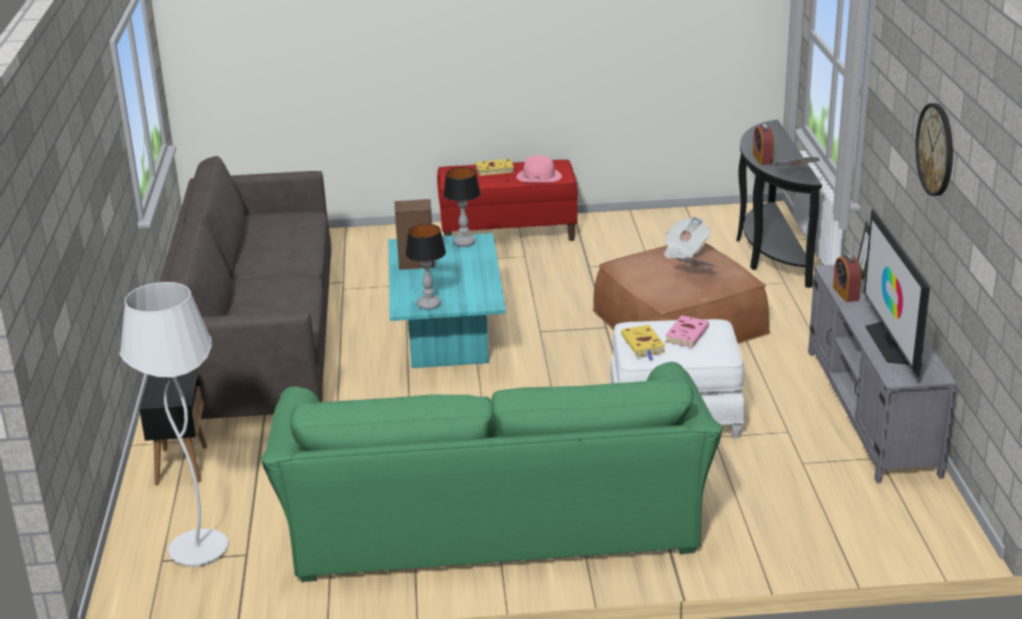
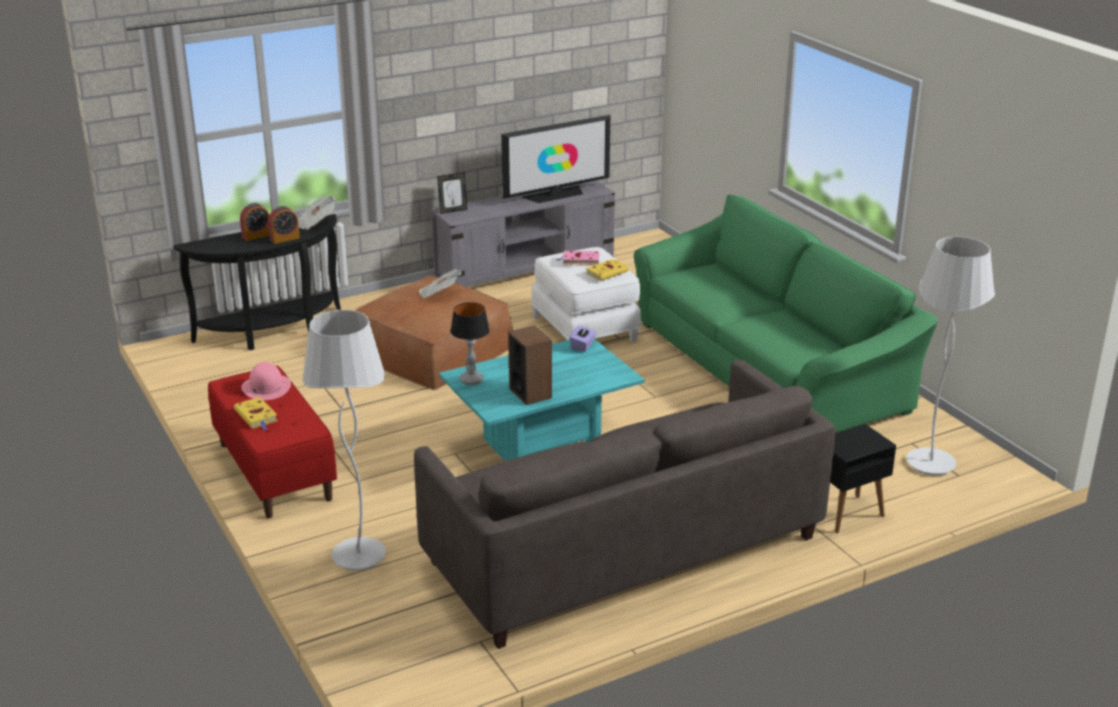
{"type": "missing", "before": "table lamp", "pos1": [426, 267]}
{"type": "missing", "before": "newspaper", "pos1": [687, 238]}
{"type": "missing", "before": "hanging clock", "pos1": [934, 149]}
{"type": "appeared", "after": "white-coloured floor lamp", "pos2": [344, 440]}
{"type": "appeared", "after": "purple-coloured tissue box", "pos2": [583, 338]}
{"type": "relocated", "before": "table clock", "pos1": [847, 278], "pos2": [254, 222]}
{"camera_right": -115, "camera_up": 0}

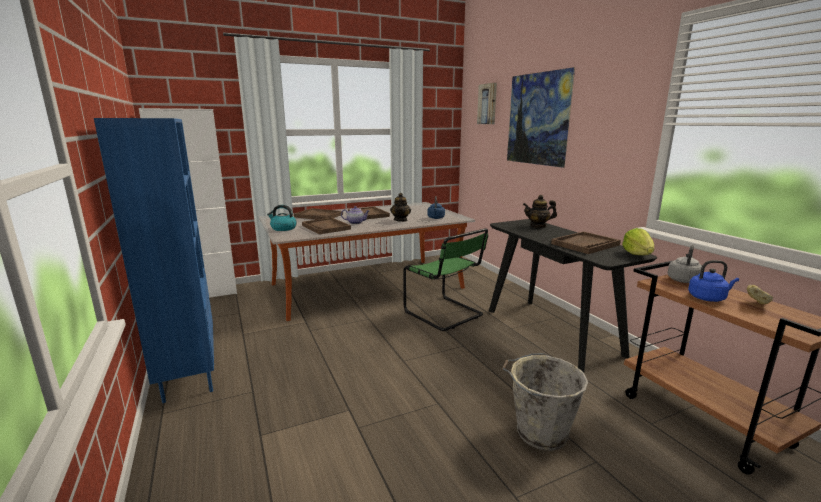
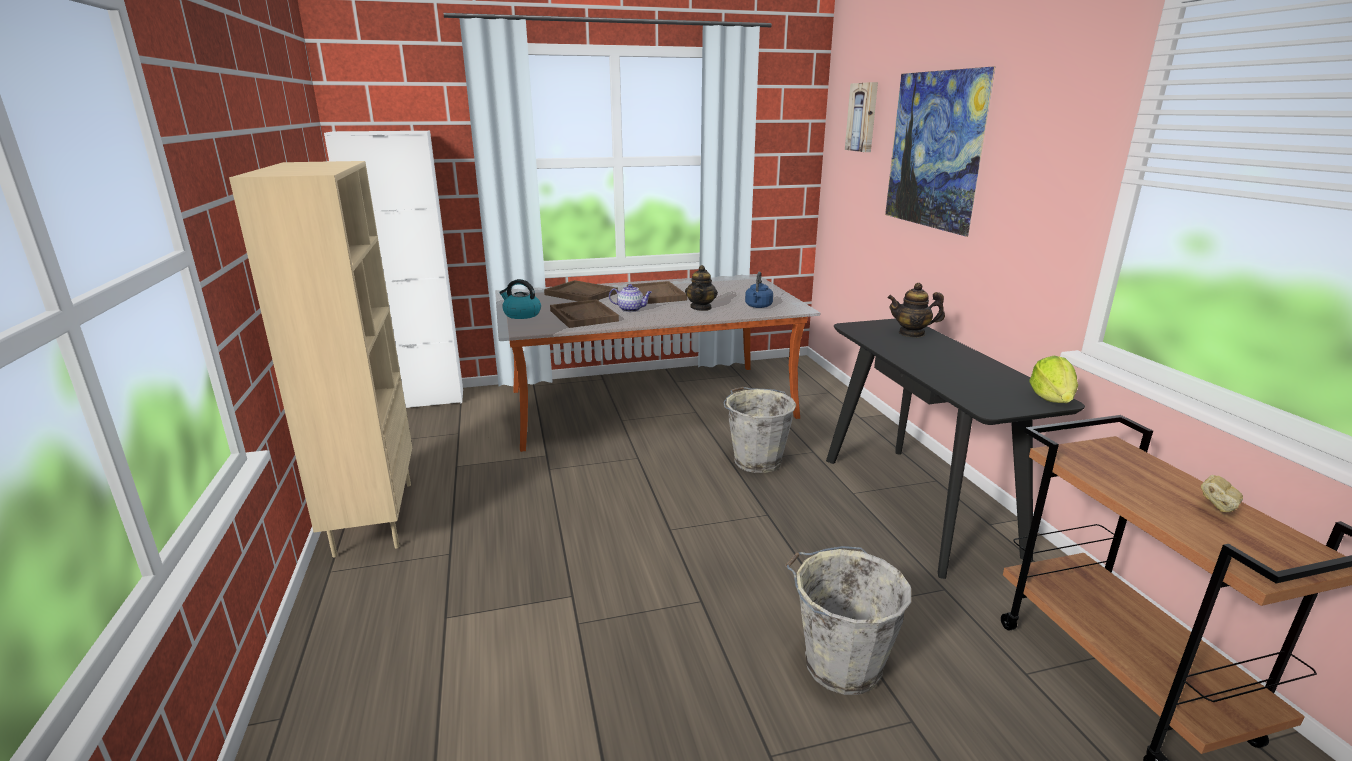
{"type": "missing", "before": "brown serving tray", "pos1": [586, 243]}
{"type": "missing", "before": "greyish tea kettle", "pos1": [685, 264]}
{"type": "missing", "before": "bluish tea kettle", "pos1": [713, 281]}
{"type": "exchanged", "before": "greenish chair", "after": "greyish water bucket", "pos1": [445, 279], "pos2": [759, 430]}
{"type": "colour", "before": "bluish shelving unit", "after": "beige-coloured shelving unit", "pos1": [154, 260], "pos2": [320, 359]}
{"camera_right": 10, "camera_up": 5}

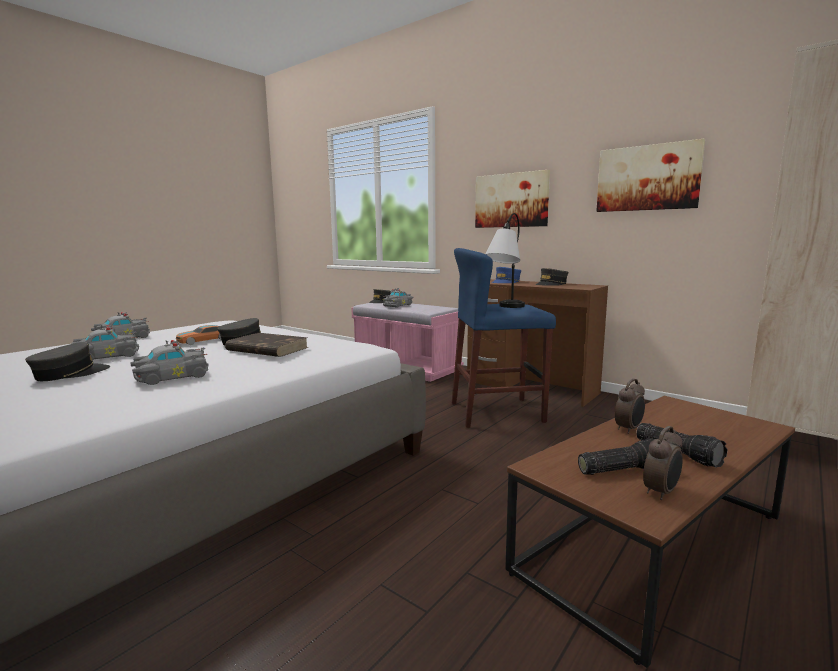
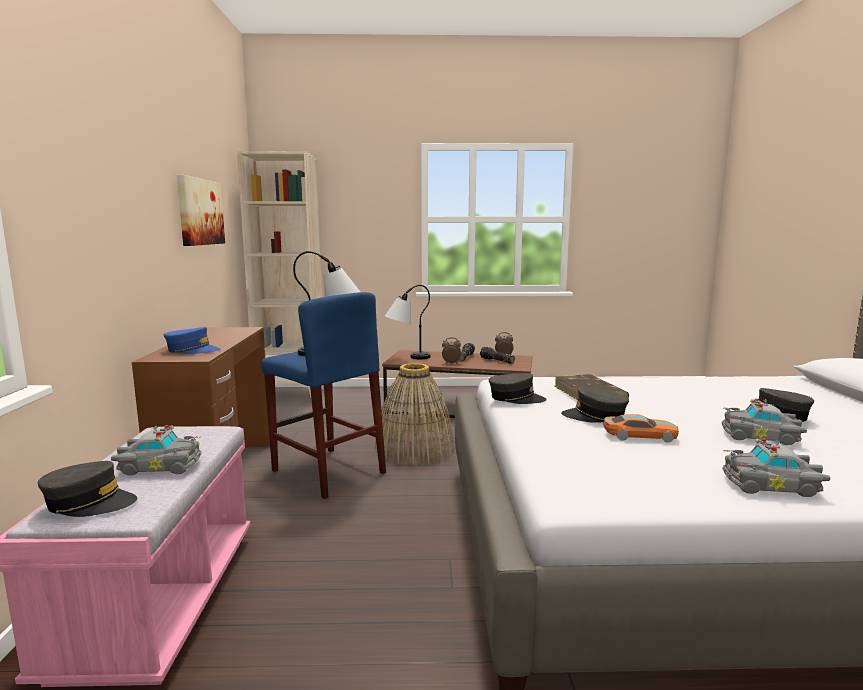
{"type": "missing", "before": "greyish toy car", "pos1": [169, 362]}
{"type": "missing", "before": "wall picture", "pos1": [512, 199]}
{"type": "appeared", "after": "storage basket", "pos2": [415, 414]}
{"type": "appeared", "after": "table lamp", "pos2": [407, 322]}
{"type": "relocated", "before": "greyish cap", "pos1": [551, 277], "pos2": [518, 388]}
{"camera_right": -130, "camera_up": 0}

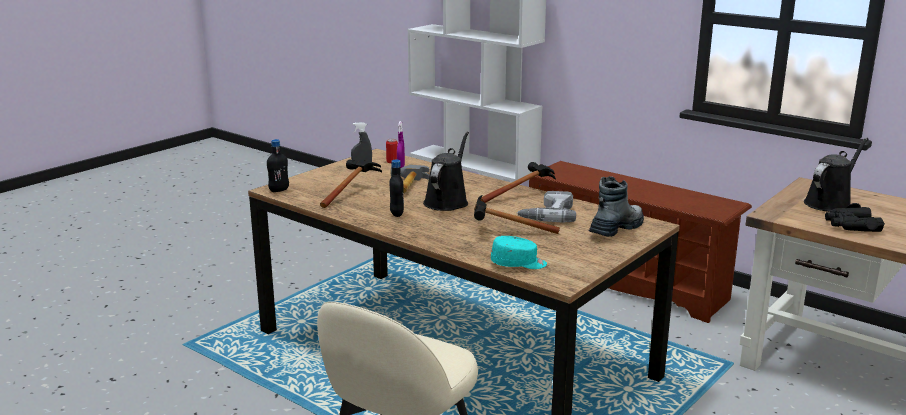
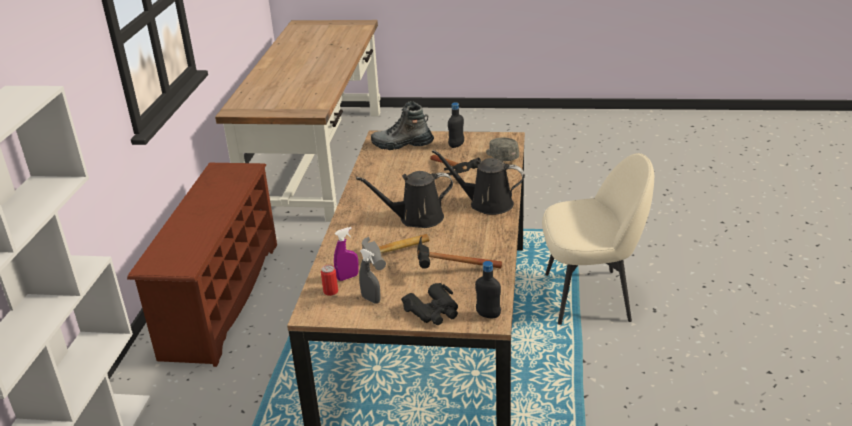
{"type": "missing", "before": "hand hammer", "pos1": [518, 182]}
{"type": "missing", "before": "power drill", "pos1": [546, 206]}
{"type": "relocated", "before": "black beverage bottle", "pos1": [397, 188], "pos2": [456, 125]}
{"type": "relocated", "before": "black watering pot", "pos1": [836, 175], "pos2": [478, 182]}
{"type": "relocated", "before": "black binoculars", "pos1": [855, 217], "pos2": [429, 304]}
{"type": "colour", "before": "turquoise cap", "after": "greyish cap", "pos1": [519, 252], "pos2": [502, 149]}
{"camera_right": -120, "camera_up": 10}

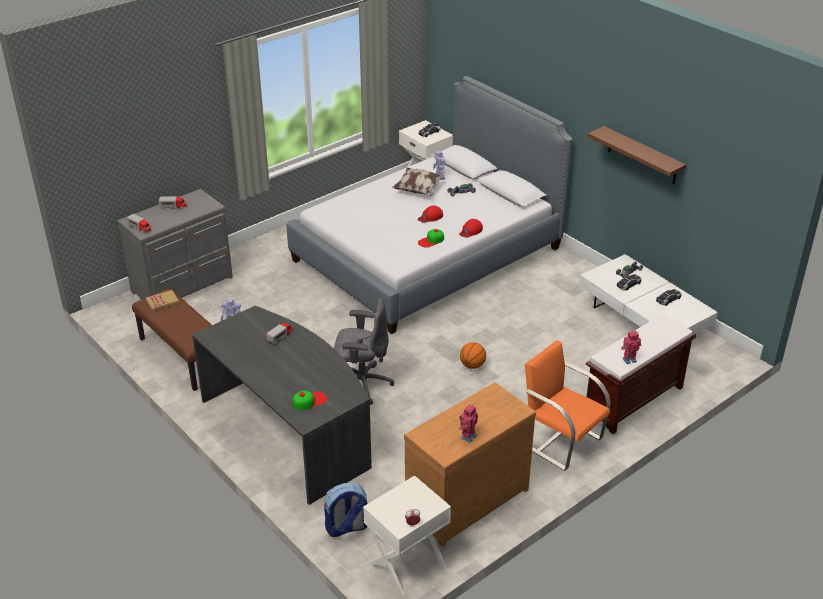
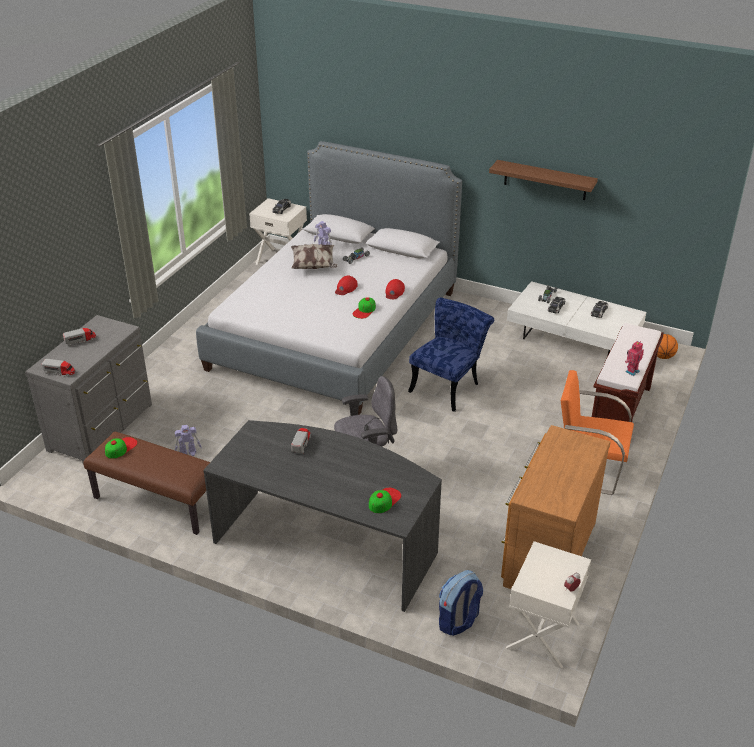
{"type": "missing", "before": "model robot", "pos1": [468, 423]}
{"type": "appeared", "after": "bluish chair", "pos2": [451, 355]}
{"type": "relocated", "before": "basketball ball", "pos1": [473, 355], "pos2": [667, 346]}
{"type": "exchanged", "before": "bound book", "after": "cap", "pos1": [162, 300], "pos2": [121, 448]}
{"camera_right": -25, "camera_up": 0}

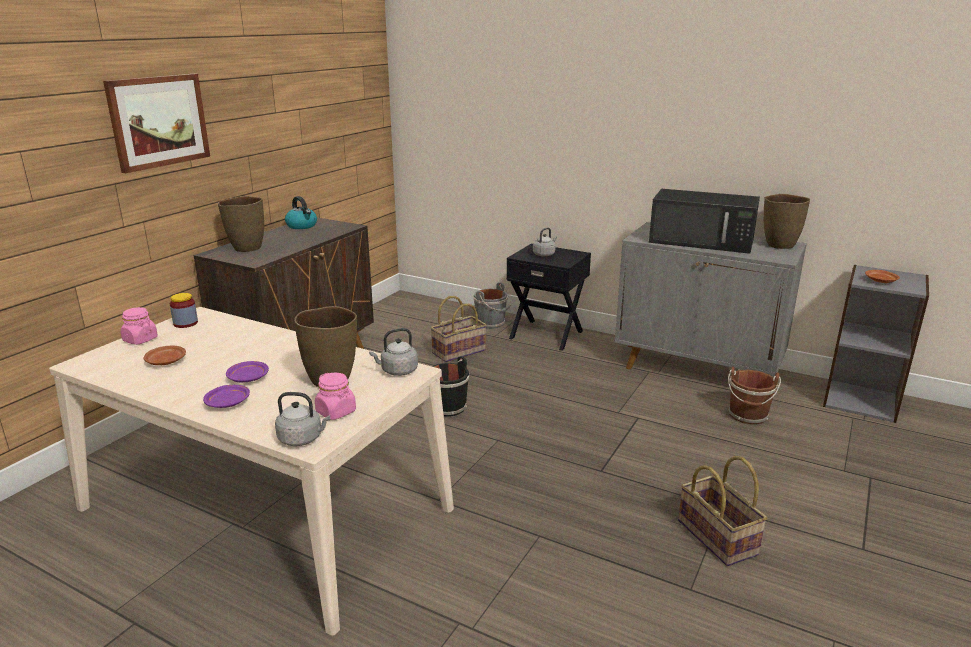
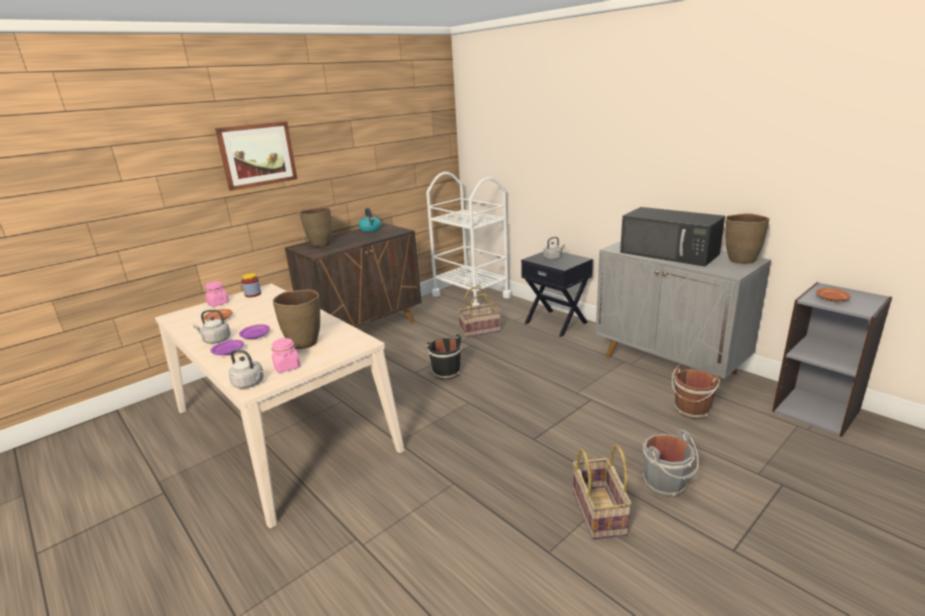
{"type": "appeared", "after": "white-coloured wheeled cart", "pos2": [468, 239]}
{"type": "relocated", "before": "greyish tea kettle", "pos1": [393, 352], "pos2": [212, 327]}
{"type": "relocated", "before": "greyish water bucket", "pos1": [492, 305], "pos2": [671, 463]}
{"camera_right": 20, "camera_up": 0}

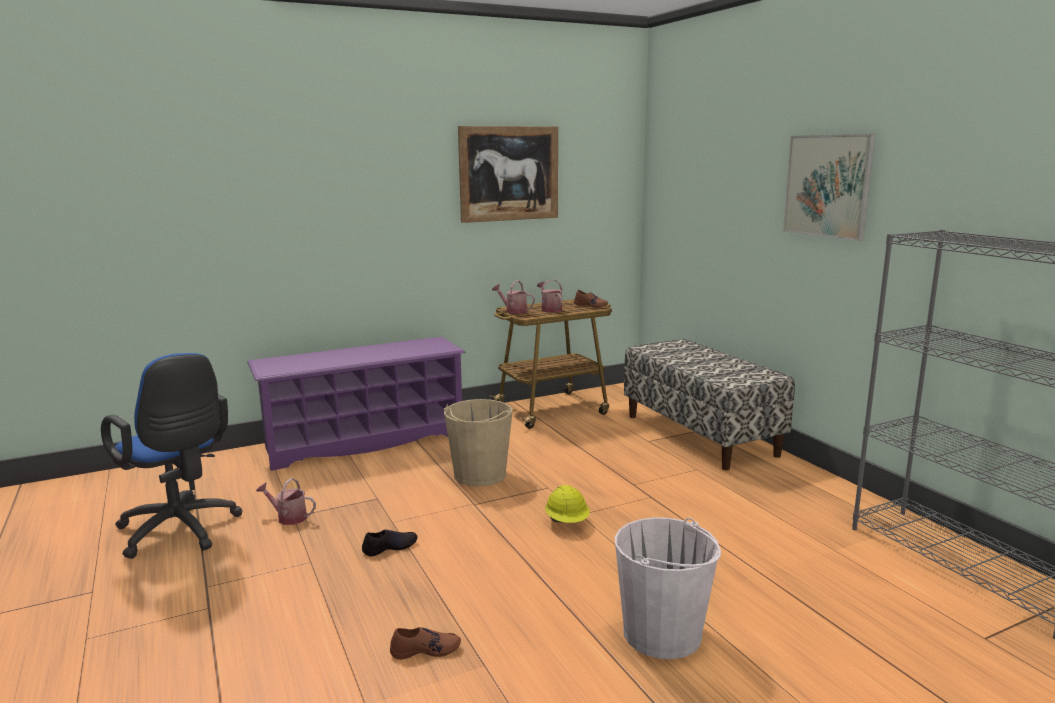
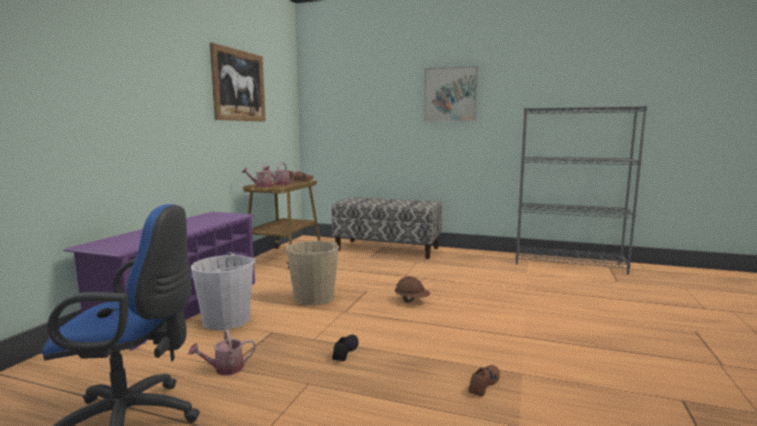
{"type": "relocated", "before": "white-coloured water bucket", "pos1": [668, 588], "pos2": [223, 291]}
{"type": "colour", "before": "yellow-coloured safety helmet", "after": "brown safety helmet", "pos1": [567, 504], "pos2": [412, 289]}
{"camera_right": -45, "camera_up": -5}

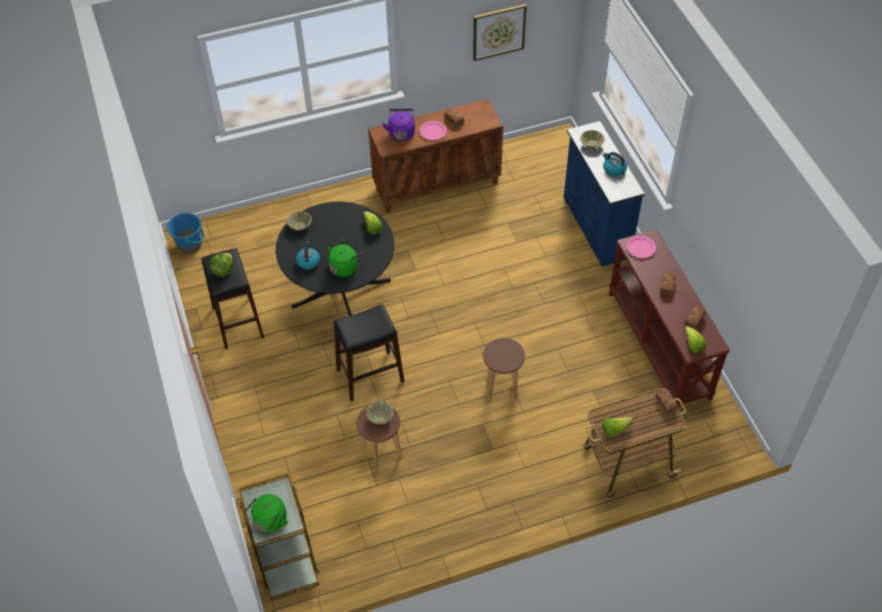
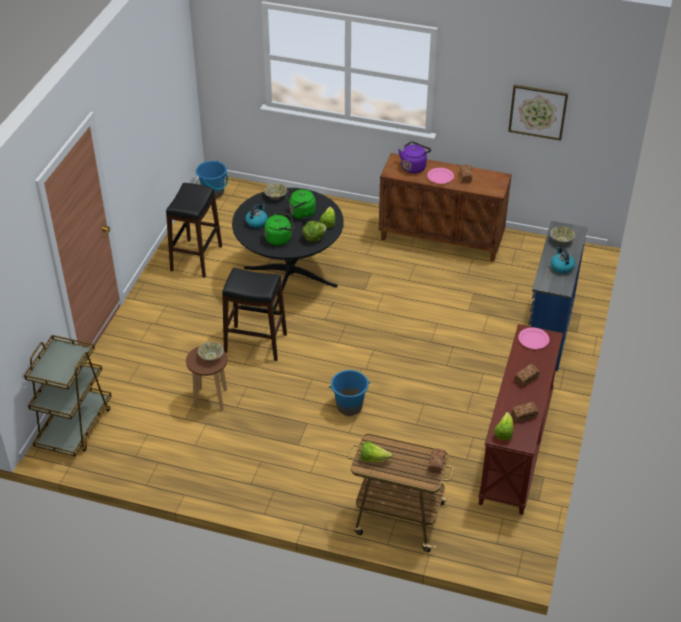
{"type": "relocated", "before": "head of lettuce", "pos1": [221, 265], "pos2": [314, 231]}
{"type": "relocated", "before": "greenish tea kettle", "pos1": [266, 513], "pos2": [300, 203]}
{"type": "exchanged", "before": "brown sitting stool", "after": "bluish water bucket", "pos1": [504, 369], "pos2": [350, 393]}
{"camera_right": 35, "camera_up": -10}

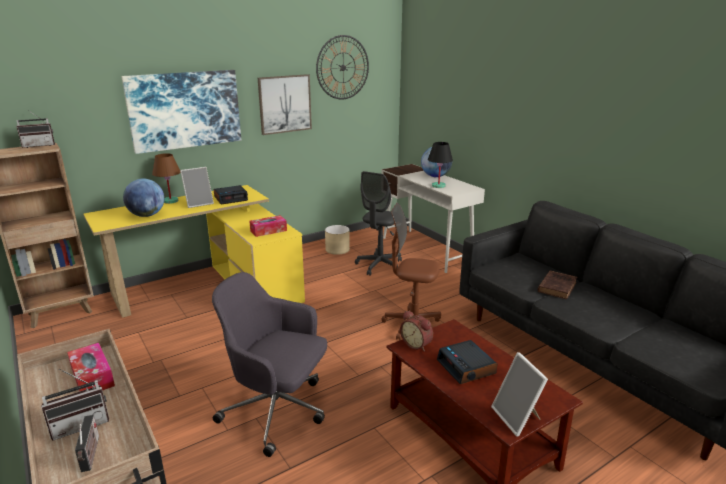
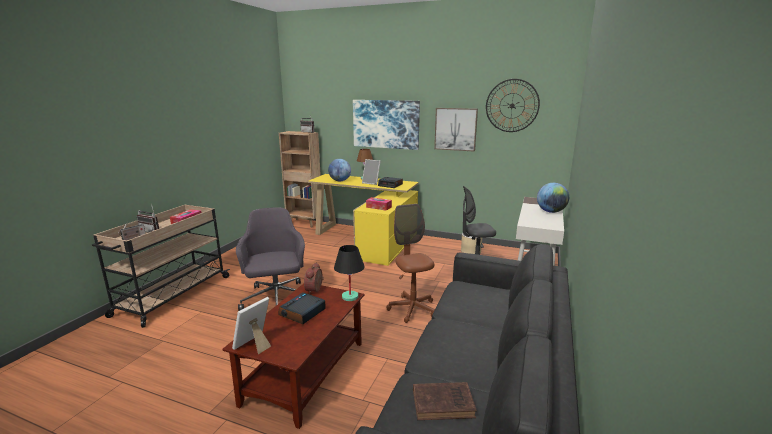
{"type": "relocated", "before": "black table lamp", "pos1": [440, 165], "pos2": [349, 273]}
{"type": "relocated", "before": "brown bound book", "pos1": [557, 284], "pos2": [445, 401]}
{"camera_right": 55, "camera_up": -5}

